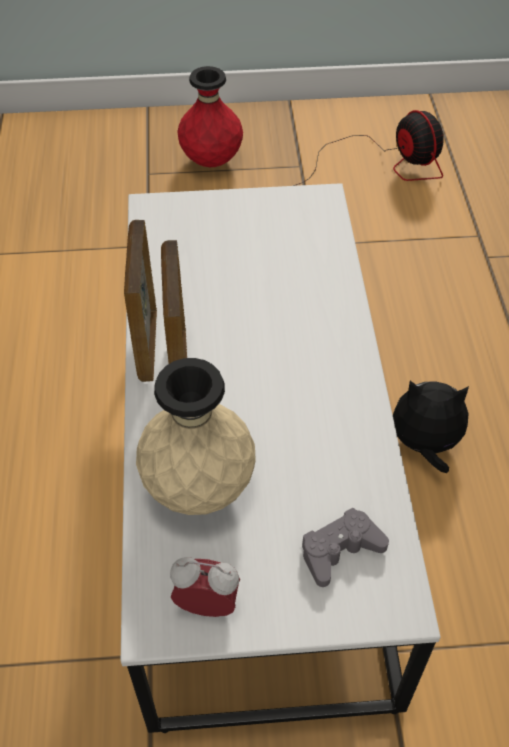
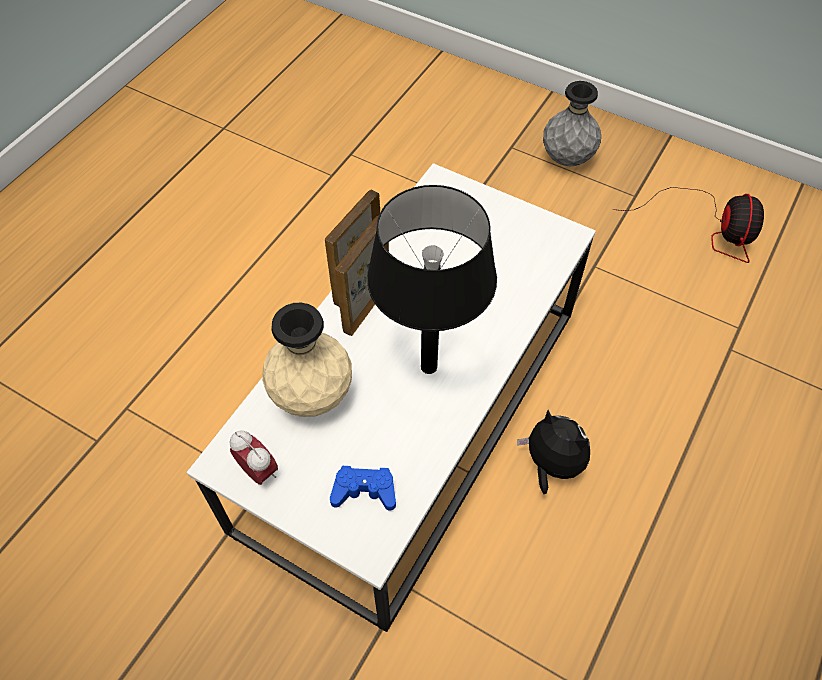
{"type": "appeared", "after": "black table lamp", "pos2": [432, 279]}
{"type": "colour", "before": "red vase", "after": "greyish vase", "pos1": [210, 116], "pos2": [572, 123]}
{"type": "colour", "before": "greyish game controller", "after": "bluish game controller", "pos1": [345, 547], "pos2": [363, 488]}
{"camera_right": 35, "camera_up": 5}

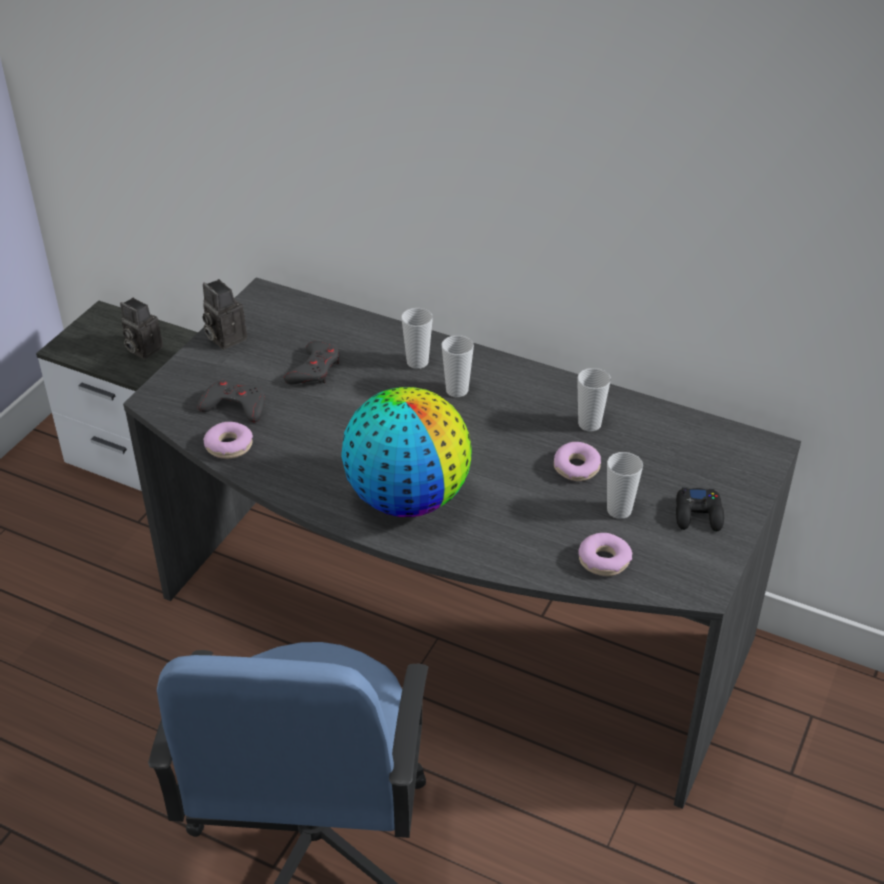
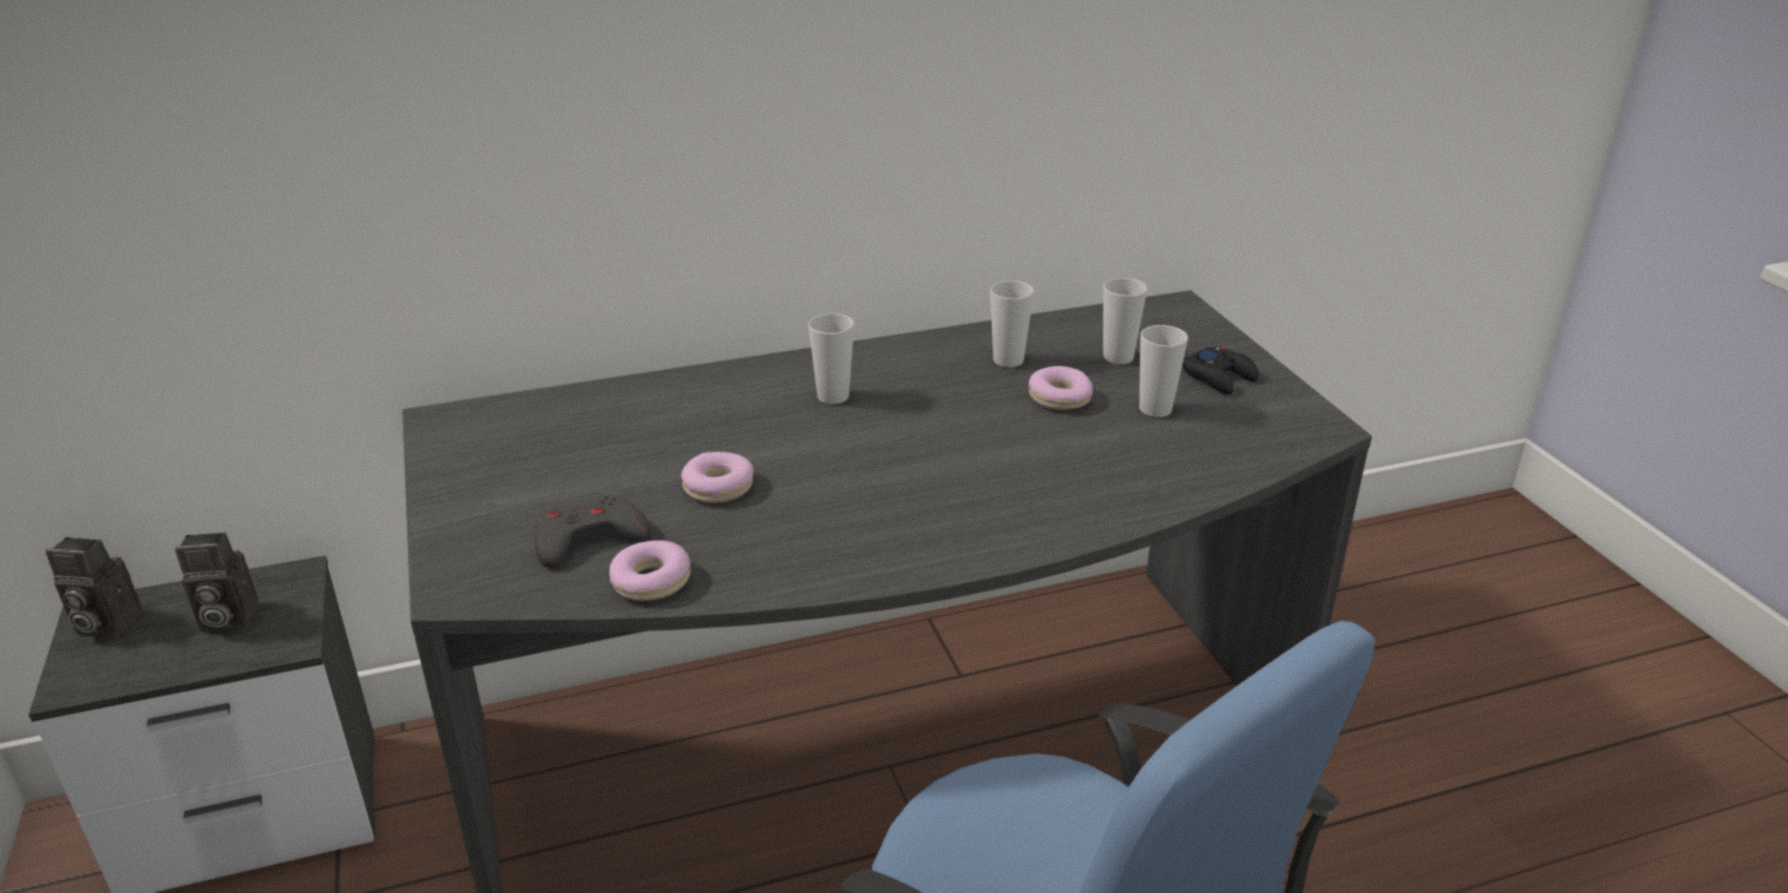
{"type": "missing", "before": "greyish game controller", "pos1": [312, 362]}
{"type": "missing", "before": "globe", "pos1": [406, 452]}
{"type": "relocated", "before": "still camera", "pos1": [224, 314], "pos2": [93, 587]}
{"type": "relocated", "before": "cup", "pos1": [417, 338], "pos2": [1125, 321]}
{"type": "relocated", "before": "doughnut", "pos1": [605, 554], "pos2": [717, 477]}
{"camera_right": -45, "camera_up": -10}

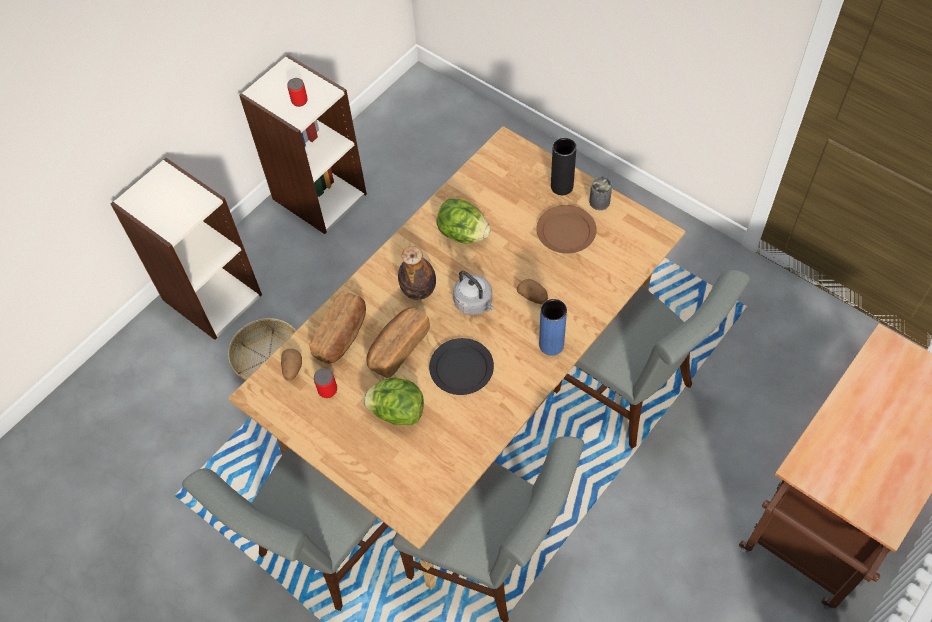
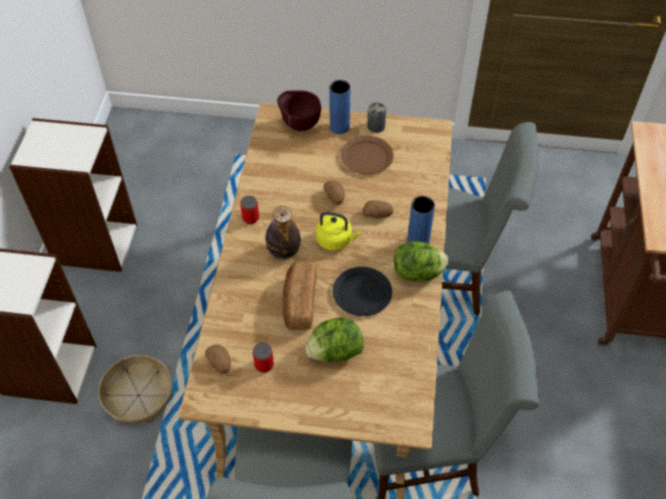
{"type": "missing", "before": "bread", "pos1": [338, 327]}
{"type": "appeared", "after": "brown deep dish", "pos2": [299, 111]}
{"type": "appeared", "after": "whole potato", "pos2": [334, 192]}
{"type": "relocated", "before": "metal can", "pos1": [297, 92], "pos2": [249, 210]}
{"type": "relocated", "before": "head of lettuce", "pos1": [463, 221], "pos2": [421, 261]}
{"type": "colour", "before": "greyish tea kettle", "after": "yellow-coloured tea kettle", "pos1": [473, 293], "pos2": [338, 231]}
{"type": "colour", "before": "black vase", "after": "bluish vase", "pos1": [564, 166], "pos2": [340, 107]}
{"camera_right": -35, "camera_up": -5}

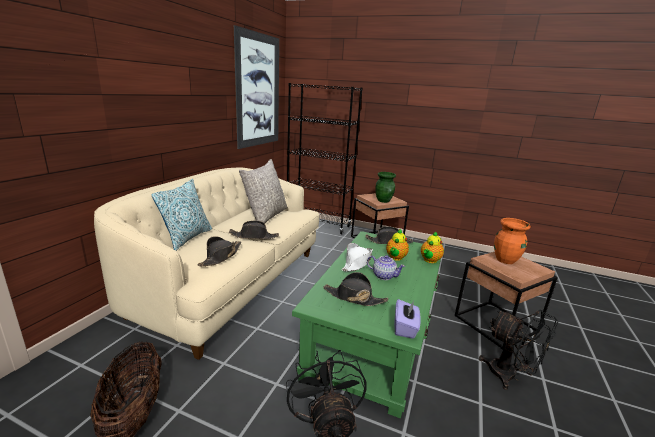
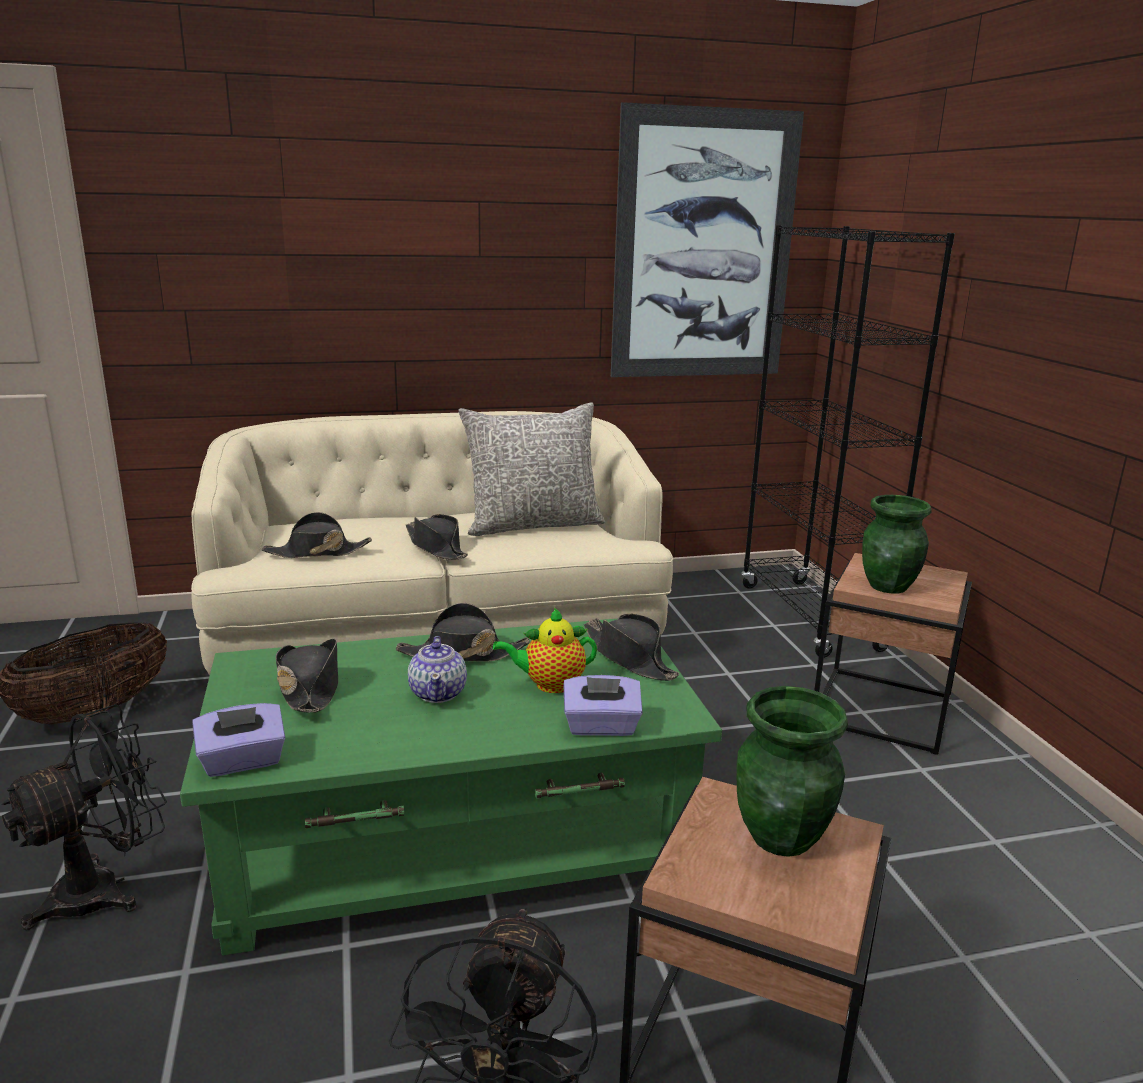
{"type": "missing", "before": "throw pillow", "pos1": [181, 215]}
{"type": "exchanged", "before": "teapot", "after": "purple-coloured tissue box", "pos1": [432, 247], "pos2": [603, 705]}
{"type": "colour", "before": "white-coloured clothing hat", "after": "black clothing hat", "pos1": [357, 257], "pos2": [463, 632]}
{"type": "colour", "before": "orangey vase", "after": "greenish vase", "pos1": [512, 241], "pos2": [792, 771]}
{"camera_right": 55, "camera_up": 0}

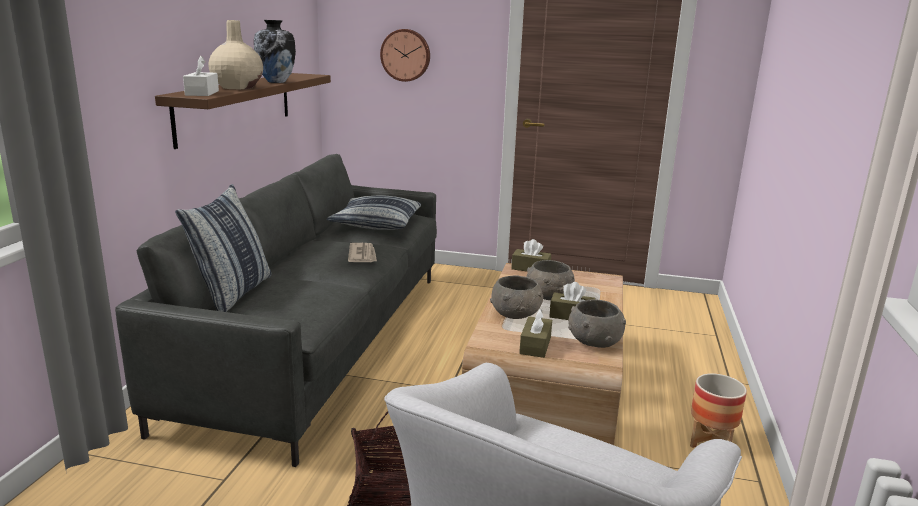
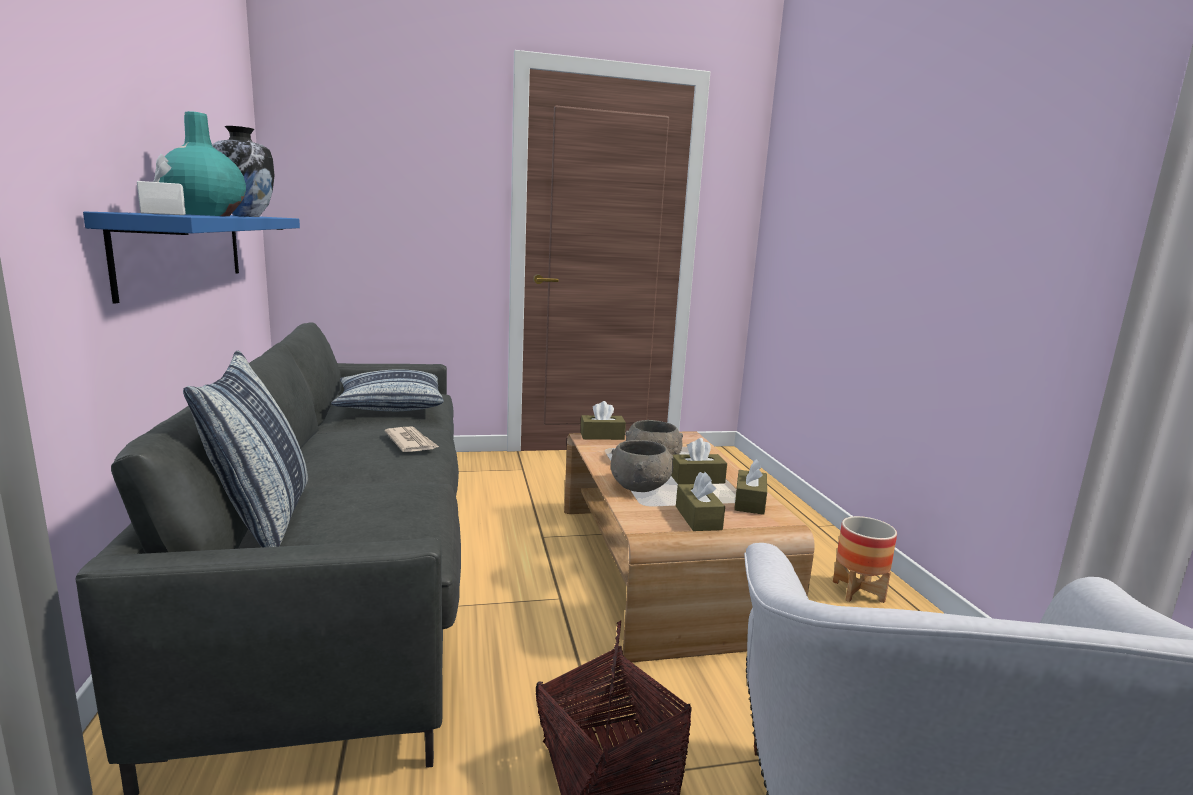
{"type": "missing", "before": "hanging clock", "pos1": [405, 55]}
{"type": "exchanged", "before": "greyish deep dish", "after": "brown tissue box", "pos1": [597, 323], "pos2": [750, 487]}
{"type": "colour", "before": "brown shelf", "after": "bluish shelf", "pos1": [243, 111], "pos2": [191, 258]}
{"type": "colour", "before": "beige-coloured vase", "after": "turquoise vase", "pos1": [235, 54], "pos2": [202, 163]}
{"camera_right": -25, "camera_up": -5}

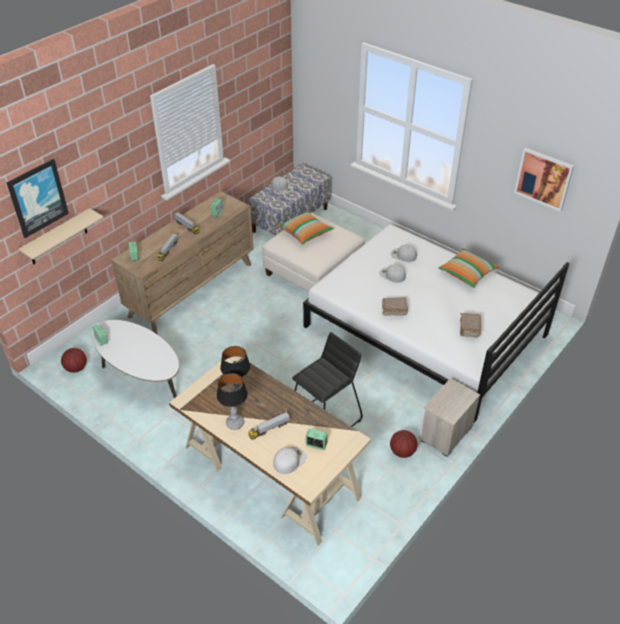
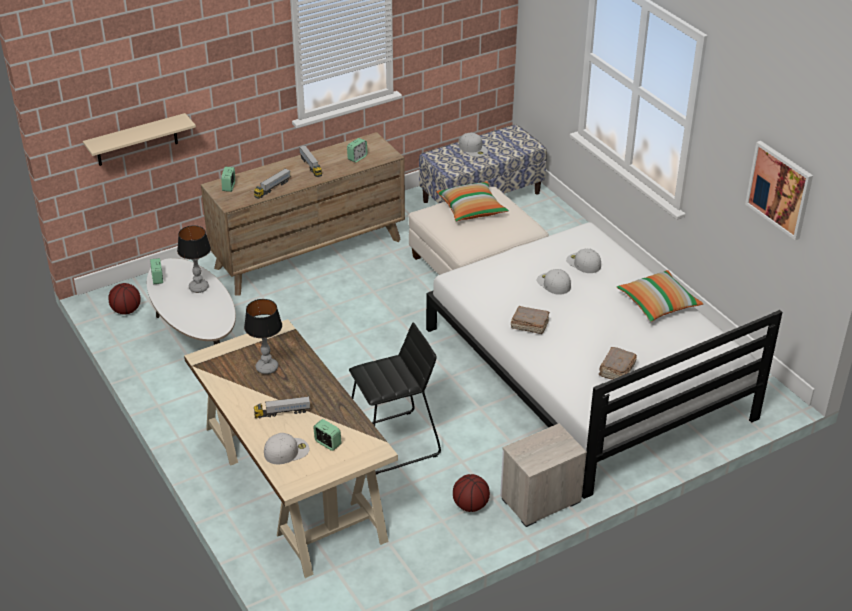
{"type": "missing", "before": "wall picture", "pos1": [38, 198]}
{"type": "relocated", "before": "table lamp", "pos1": [232, 401], "pos2": [194, 259]}
{"camera_right": 20, "camera_up": -5}

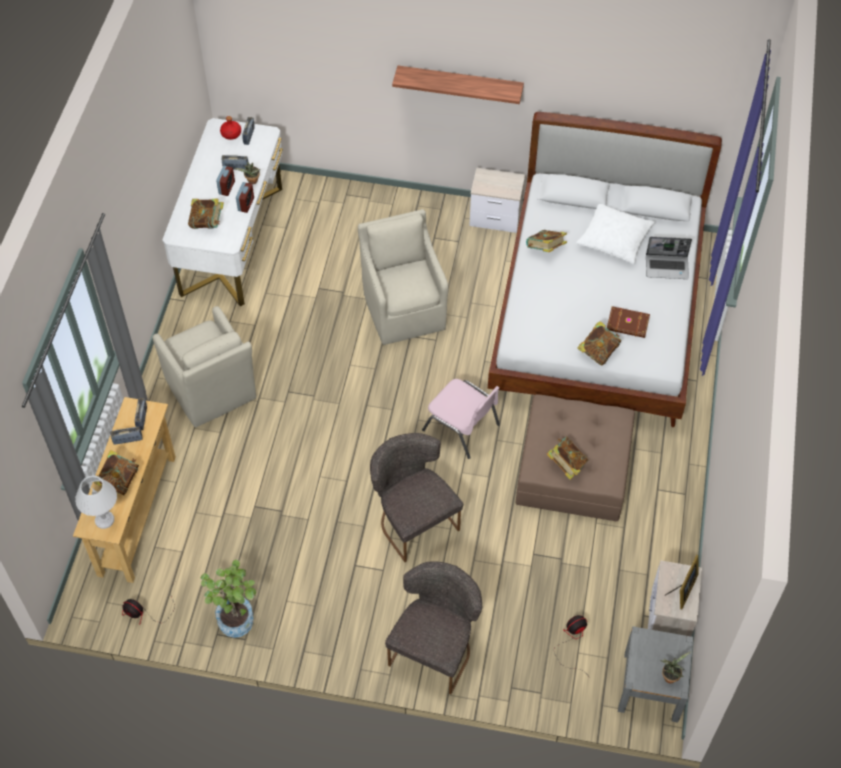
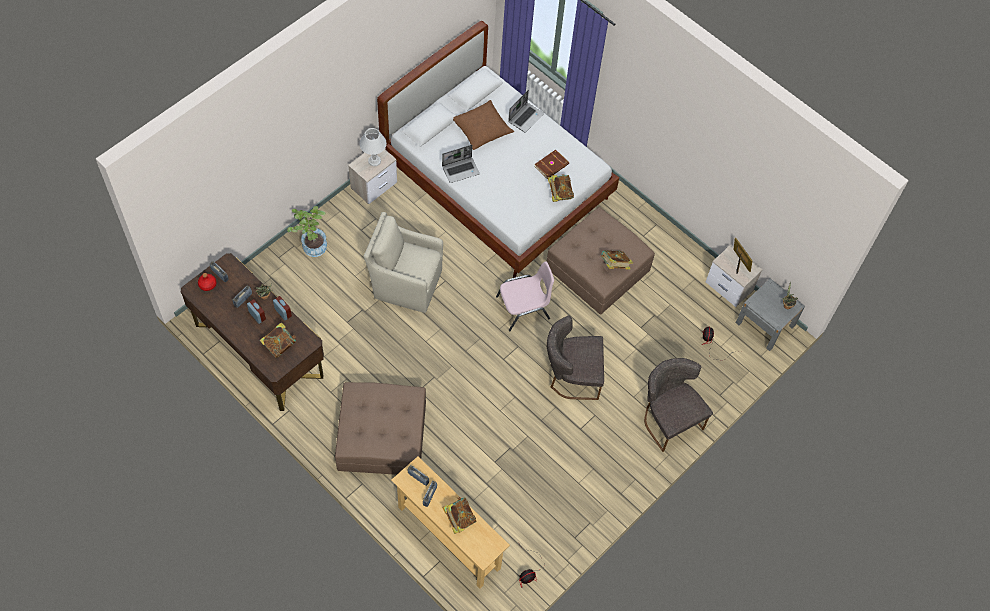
{"type": "missing", "before": "shelf", "pos1": [458, 85]}
{"type": "relocated", "before": "white-coloured table lamp", "pos1": [96, 502], "pos2": [373, 147]}
{"type": "relocated", "before": "plant in a pot", "pos1": [228, 599], "pos2": [307, 231]}
{"type": "exchanged", "before": "beige-coloured easy chair", "after": "brown pouffe", "pos1": [204, 366], "pos2": [380, 428]}
{"type": "exchanged", "before": "bound book", "after": "laptop", "pos1": [546, 241], "pos2": [461, 164]}
{"type": "colour", "before": "white-coloured desk", "after": "brown desk", "pos1": [222, 212], "pos2": [252, 332]}
{"type": "colour", "before": "white-coloured throw pillow", "after": "brown throw pillow", "pos1": [615, 234], "pos2": [483, 125]}
{"camera_right": -60, "camera_up": 5}

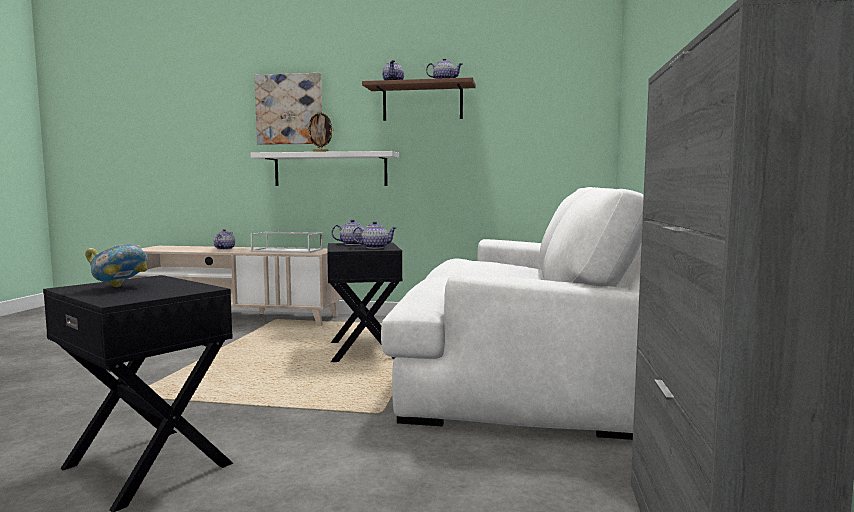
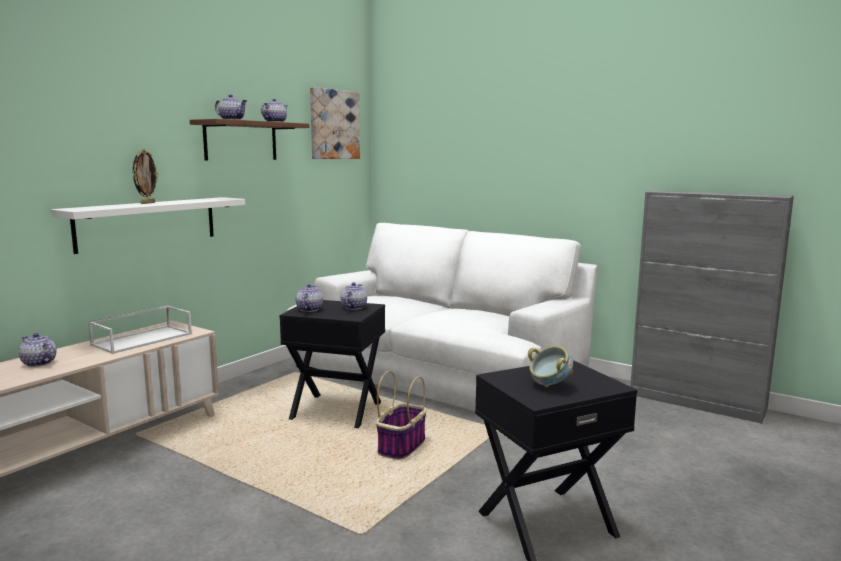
{"type": "appeared", "after": "storage basket", "pos2": [401, 415]}
{"type": "relocated", "before": "wall picture", "pos1": [288, 109], "pos2": [335, 123]}
{"camera_right": -65, "camera_up": 5}

